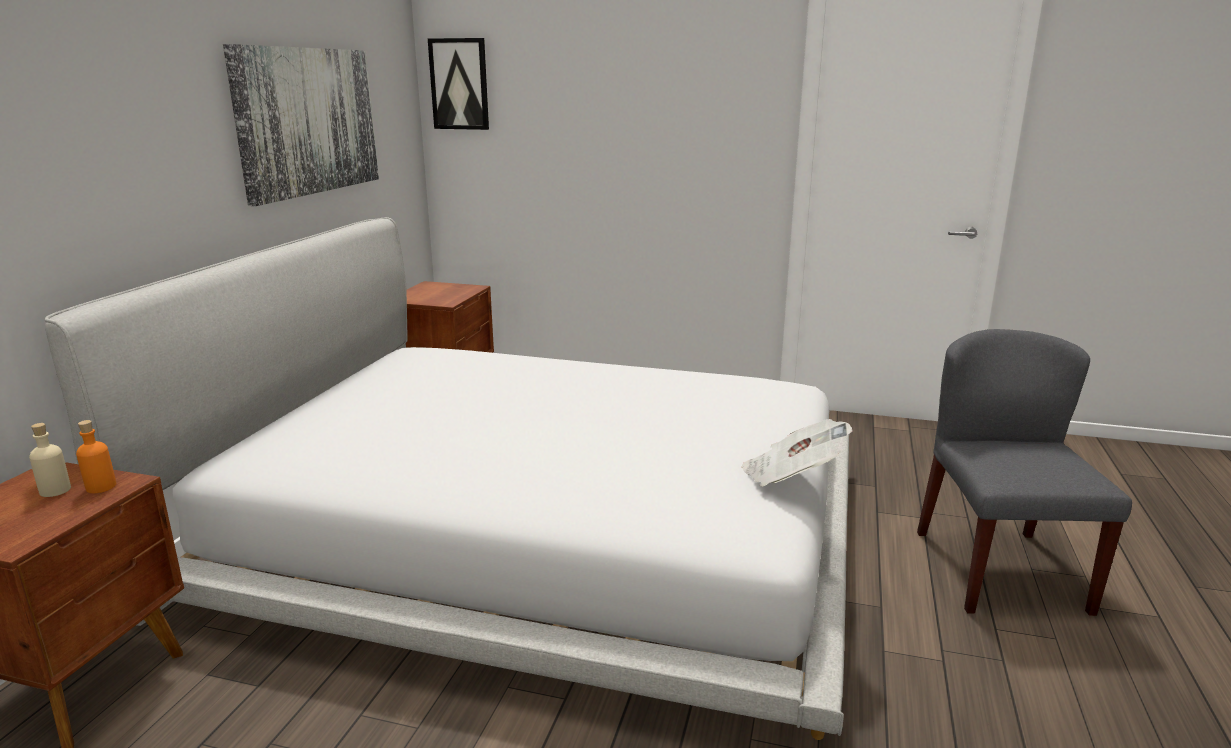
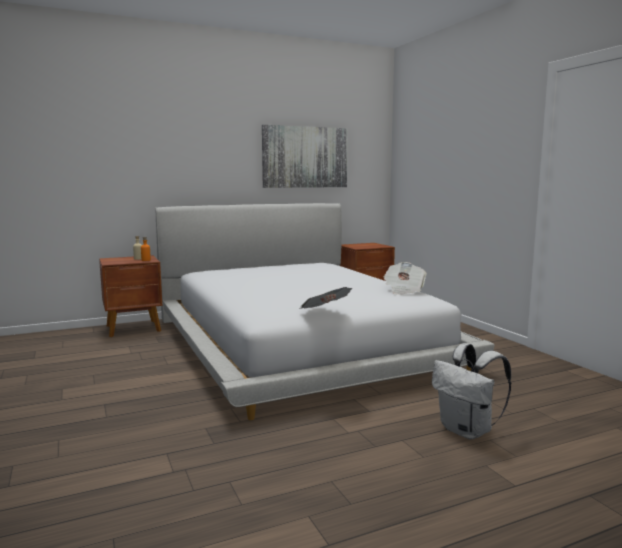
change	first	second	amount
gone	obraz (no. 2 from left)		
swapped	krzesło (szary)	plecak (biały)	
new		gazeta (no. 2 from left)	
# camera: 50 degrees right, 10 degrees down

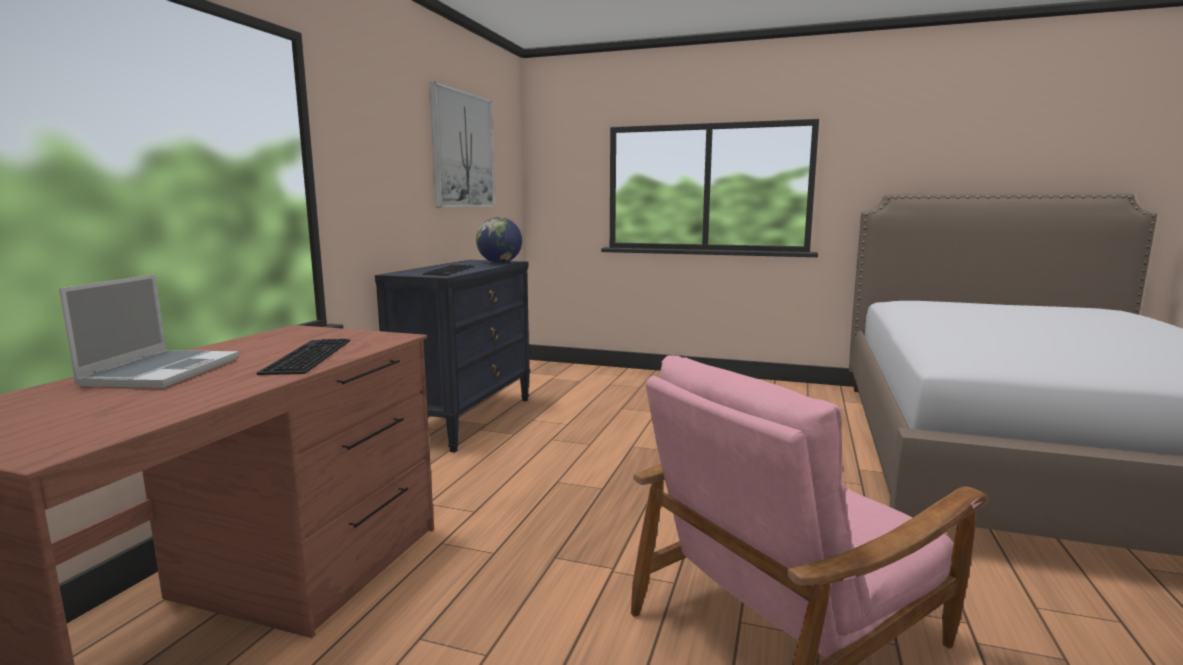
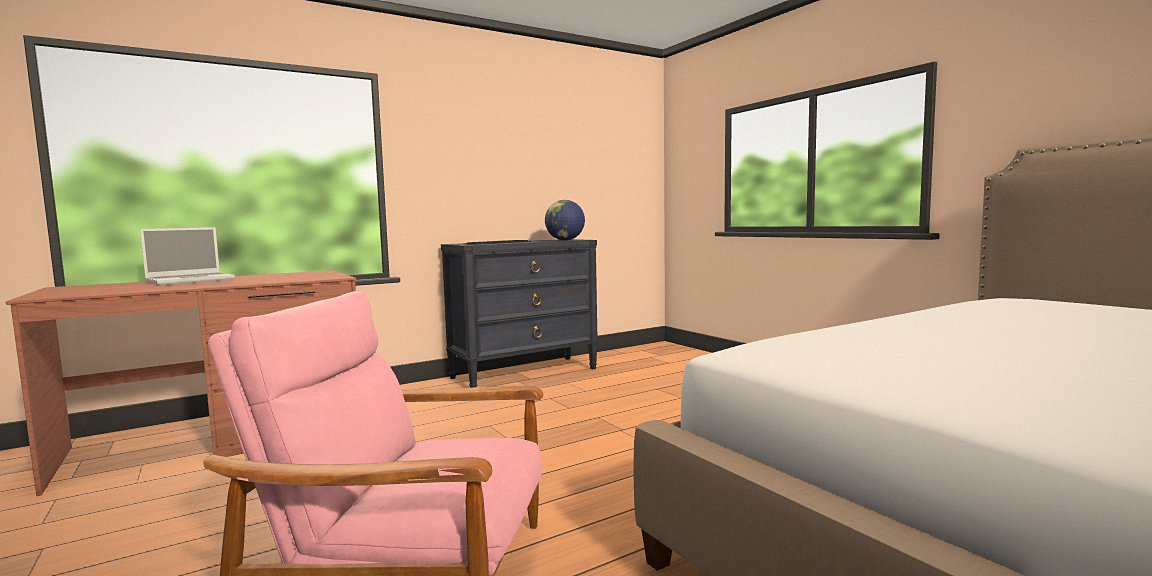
change	first	second	amount
gone	klawiatura (no. 1 from left)		
gone	obraz		
# camera: 40 degrees right, 5 degrees down

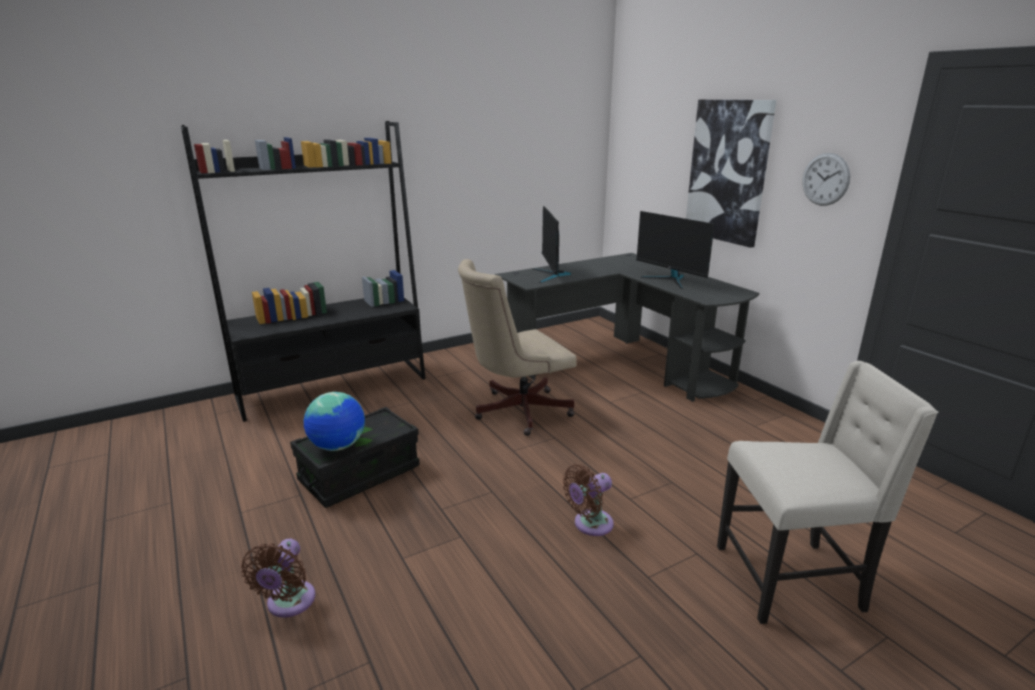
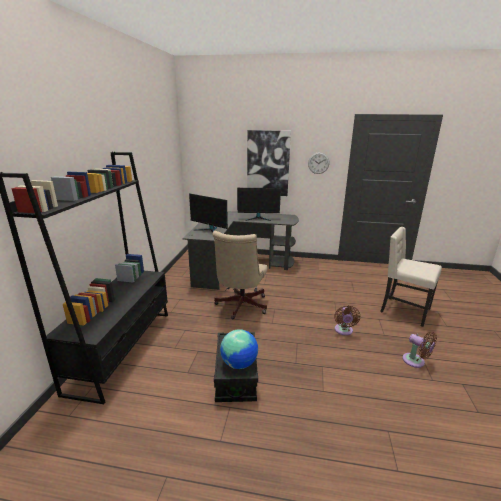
change	first	second	amount
shifted	wentylator (brązowy) (no. 1 from left in the first image)	wentylator (brązowy) (no. 2 from left)	
rotated	krzesło (beżowy)		90 degrees counterclockwise
# camera: 50 degrees left, 0 degrees up

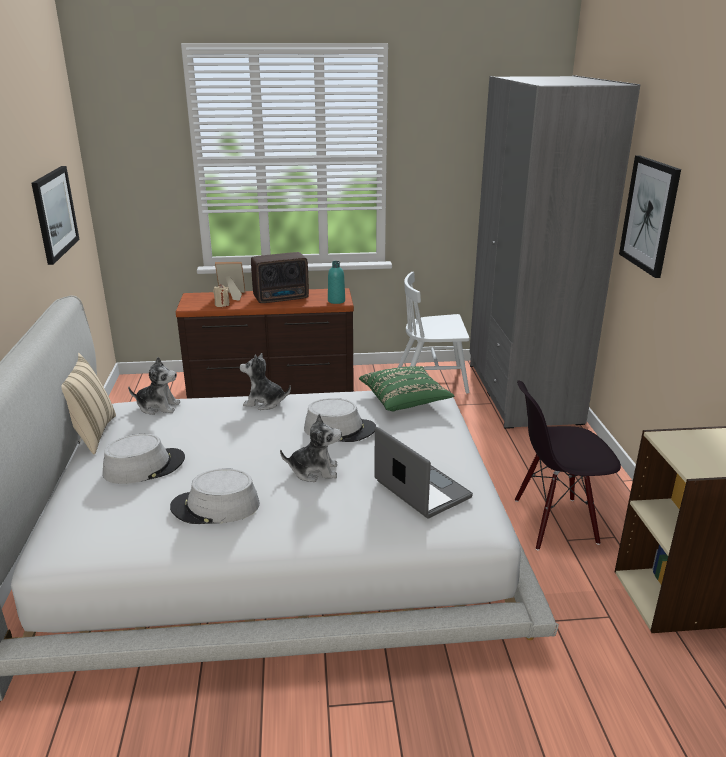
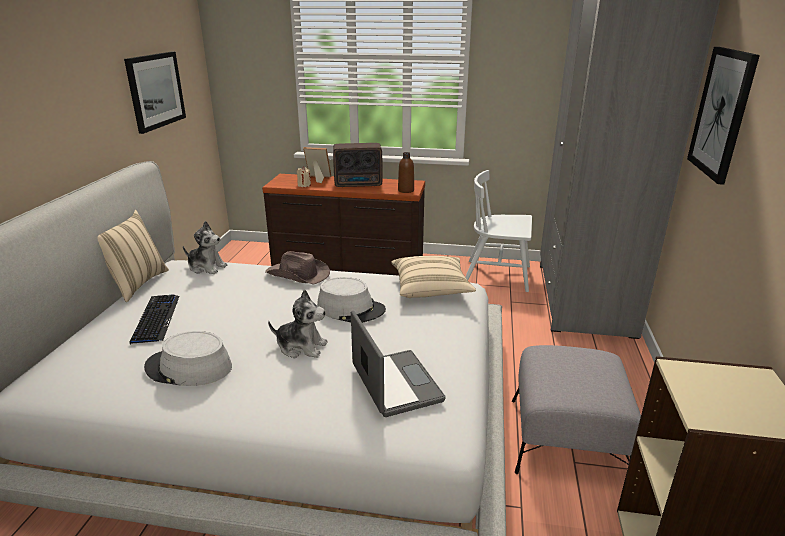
change	first	second	amount
swapped	kapelusz (szary) (no. 1 from left)	klawiatura	
swapped	pluszak (no. 2 from left)	kapelusz (brązowy)	
repainted	butelka (turkusowy)	butelka (brązowy)	
repainted	poduszka (zielony)	poduszka (beżowy) (no. 2 from left)	
swapped	krzesło (czarny)	pufa (szary)	
# camera: 15 degrees right, 0 degrees up

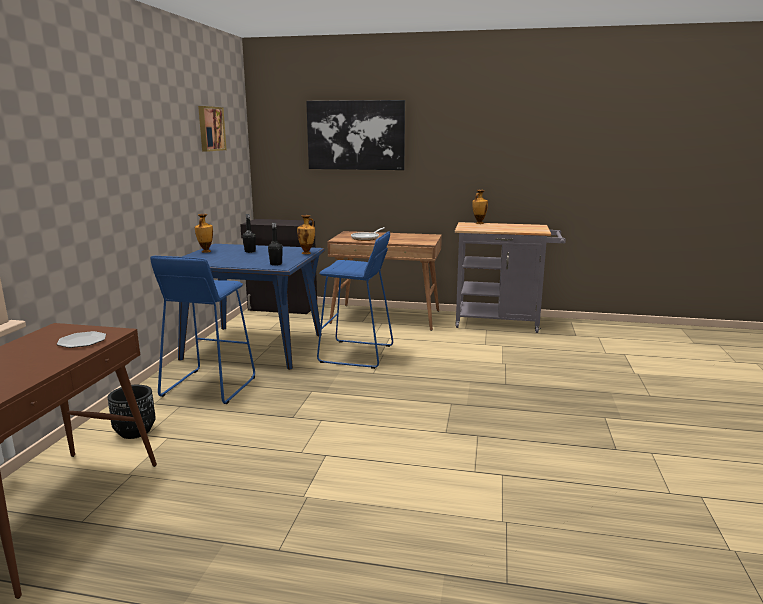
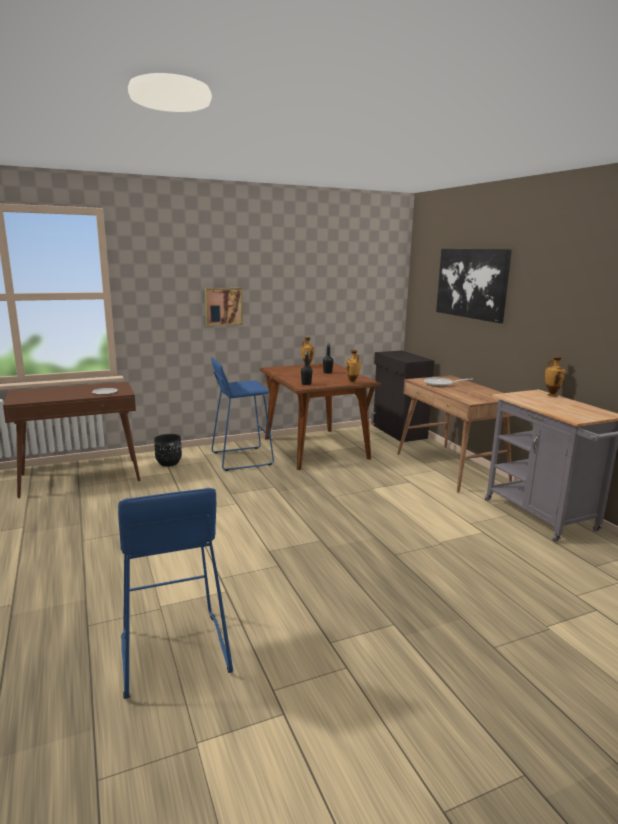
change	first	second	amount
repainted	stół jadalny (niebieski)	stół jadalny (brązowy)	
shifted	obraz (no. 1 from left)		
shifted	stołek (niebieski) (no. 2 from left in the first image)	stołek (niebieski) (no. 1 from left)	
# camera: 55 degrees right, 0 degrees up

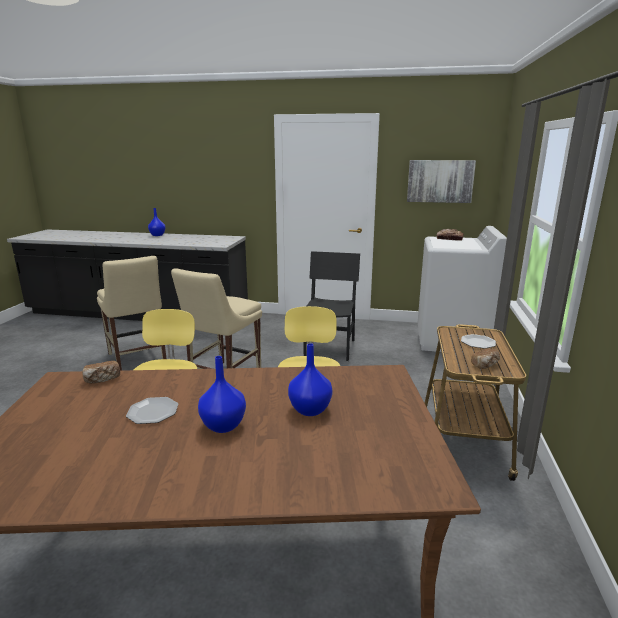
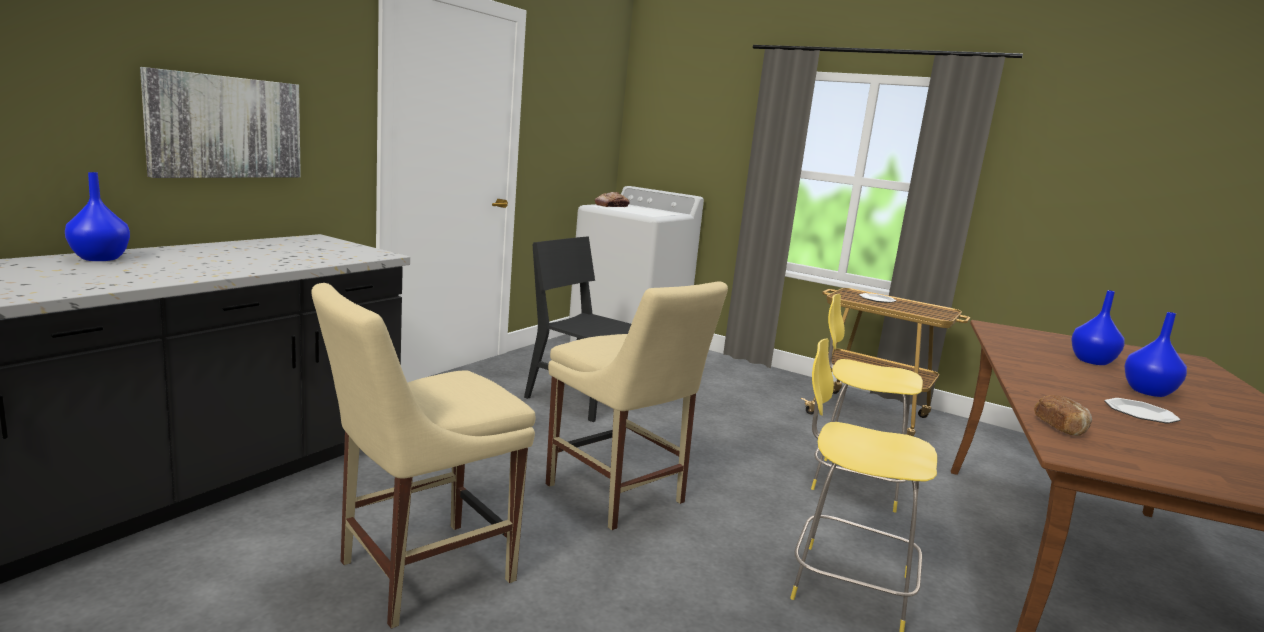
change	first	second	amount
rotated	krzesło (beżowy) (no. 1 from left)		150 degrees clockwise
shifted	obraz		
gone	chleb (no. 3 from left)		
# camera: 70 degrees left, 5 degrees down

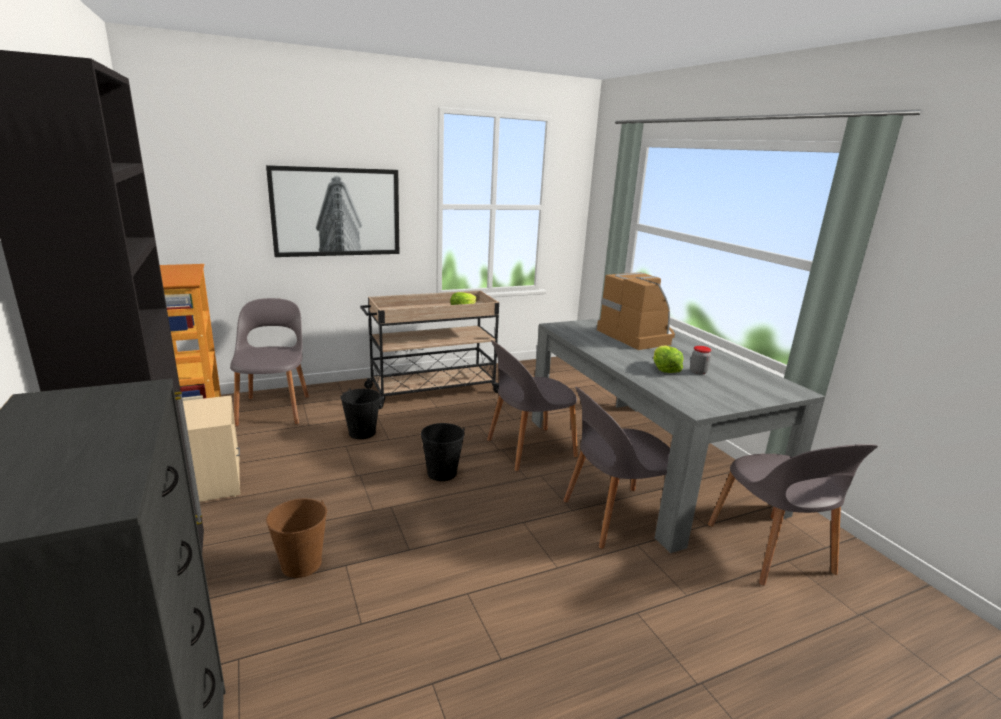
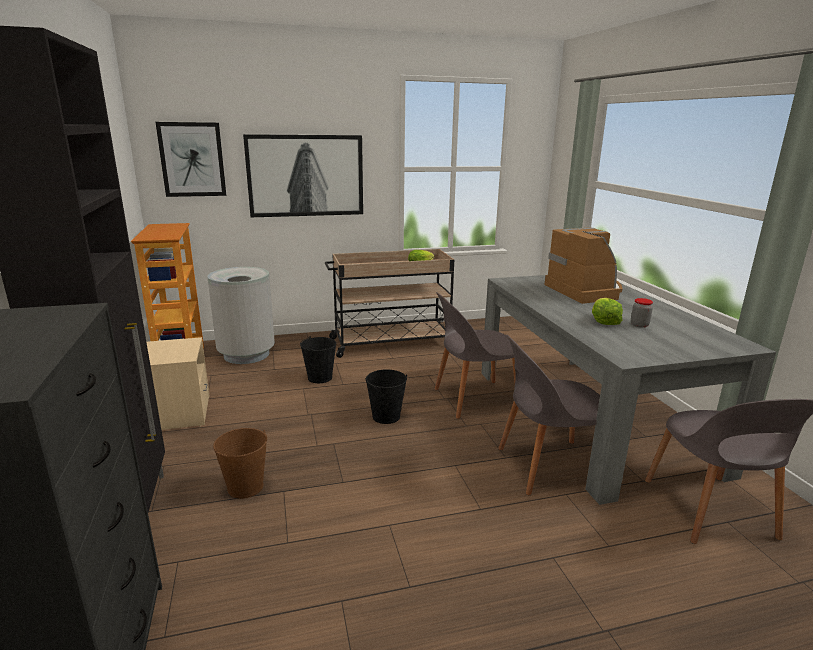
change	first	second	amount
swapped	krzesło (szary) (no. 1 from left)	kosz na śmieci (szary)	
new		obraz (no. 1 from left)	
# camera: 10 degrees right, 0 degrees up

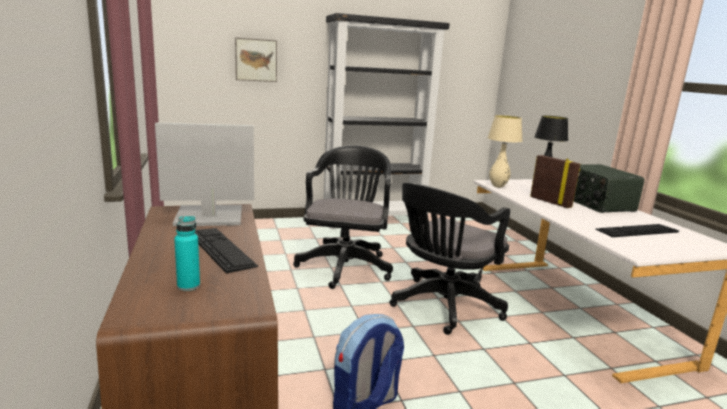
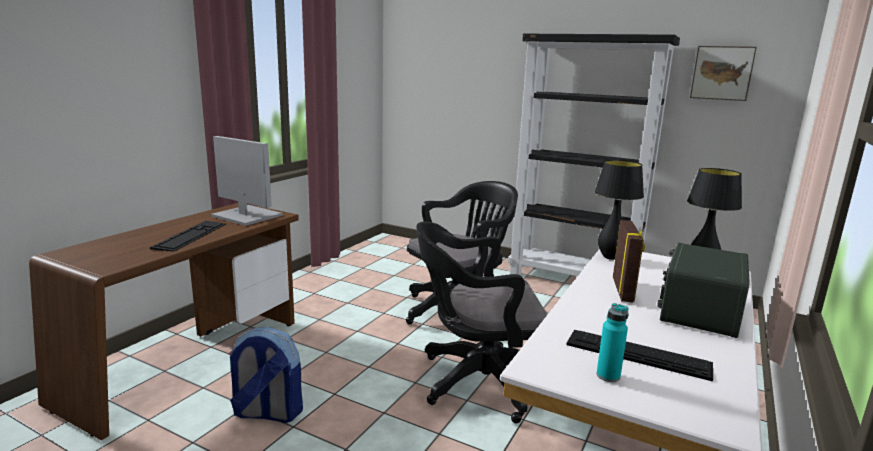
change	first	second	amount
shifted	butelka (turkusowy)		
shifted	obraz		
repainted	lampa stołowa (beżowy)	lampa stołowa (czarny) (no. 1 from left)	
# camera: 45 degrees right, 0 degrees up

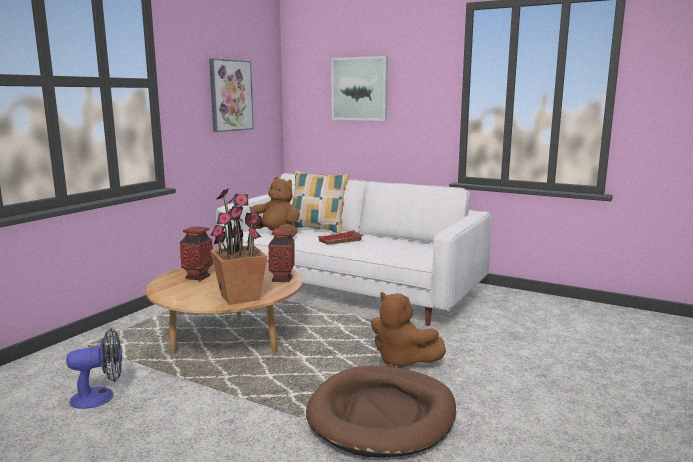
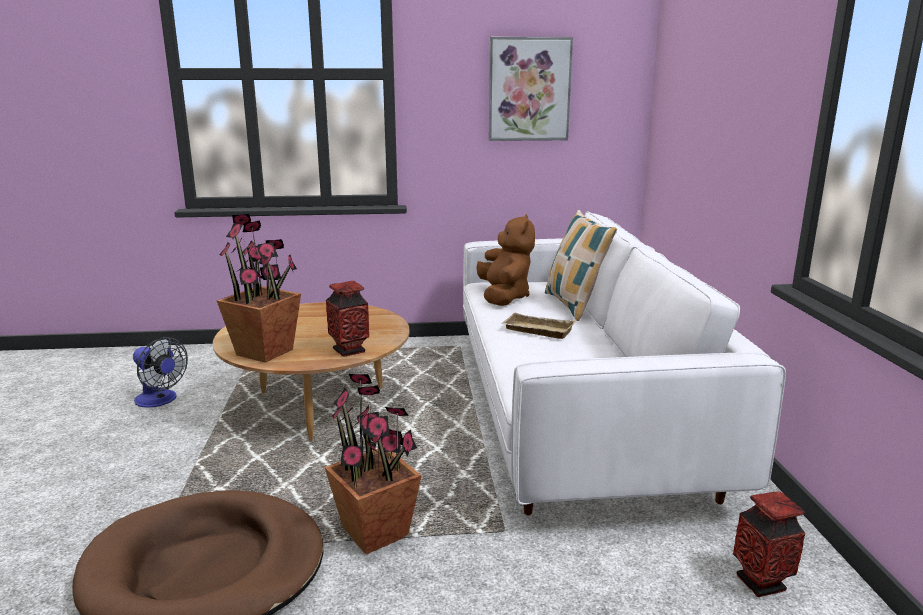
change	first	second	amount
shifted	wazon (no. 1 from left in the first image)	wazon (no. 2 from left)	
repainted	taca (czerwony)	taca (beżowy)	
gone	obraz (no. 2 from left)		
swapped	pluszak (brązowy) (no. 2 from left)	roślina doniczkowa (no. 2 from left)	
# camera: 55 degrees right, 5 degrees up

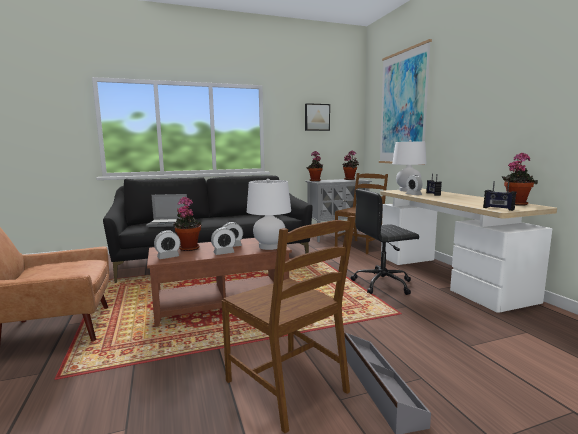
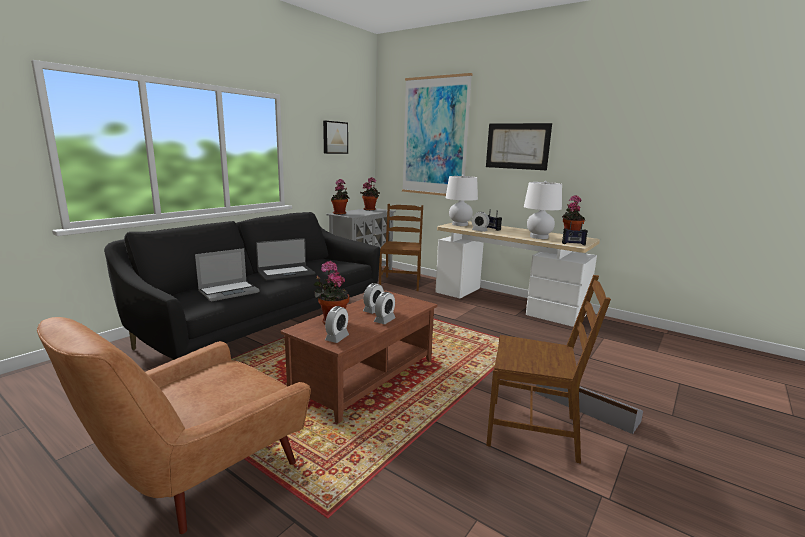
change	first	second	amount
shifted	lampa stołowa (biały) (no. 1 from left in the first image)	lampa stołowa (biały) (no. 2 from left)	
gone	krzesło biurowe (czarny)		
new		laptop (no. 2 from left)	
new		obraz (no. 3 from left)	
# camera: 35 degrees left, 5 degrees up

